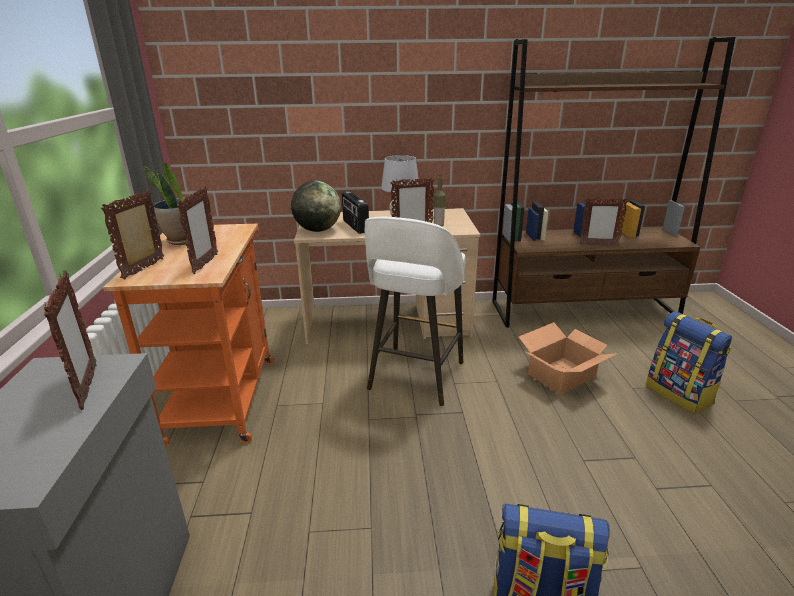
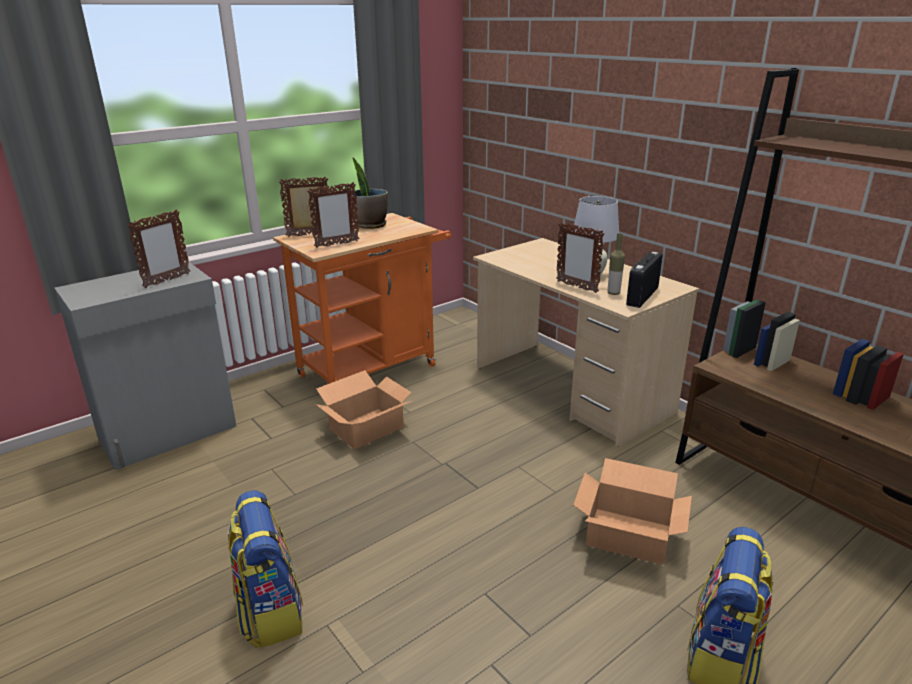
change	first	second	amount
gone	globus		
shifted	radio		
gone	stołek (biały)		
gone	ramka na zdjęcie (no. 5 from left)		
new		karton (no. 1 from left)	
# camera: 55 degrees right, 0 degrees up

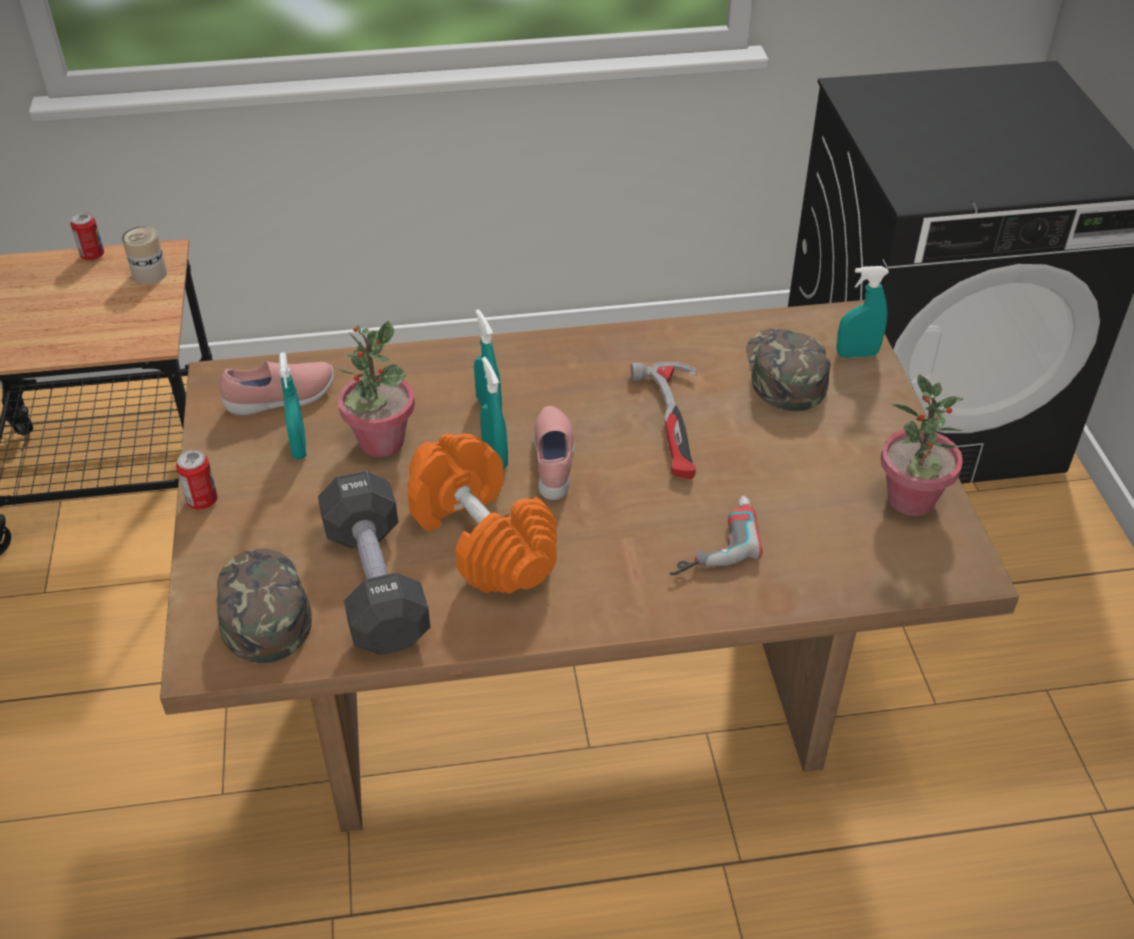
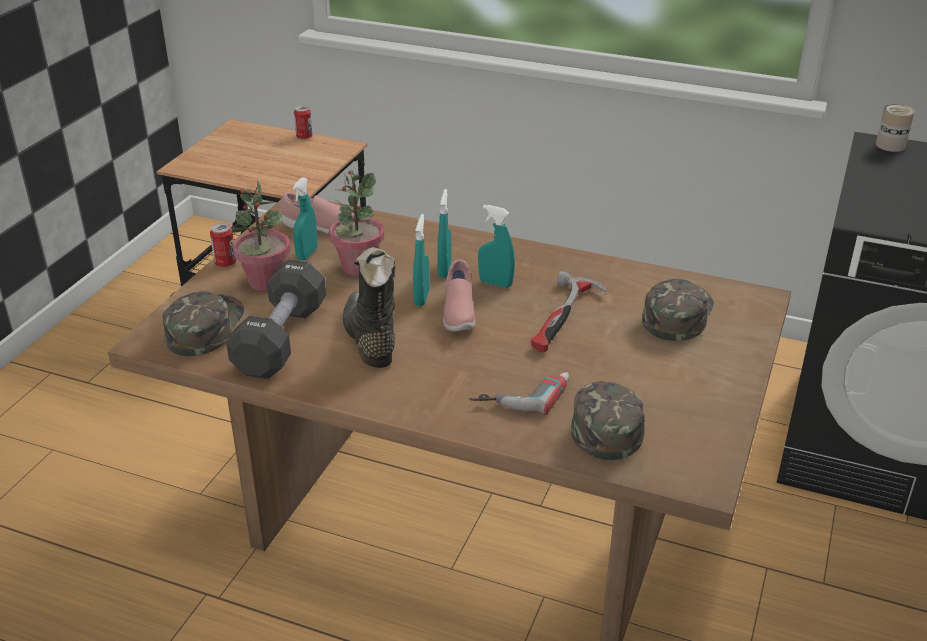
change	first	second	amount
shifted	puszka (no. 2 from left in the first image)	puszka (no. 3 from left)	
swapped	hantel (pomarańczowy)	but z cholewką (czarny)	
rotated	but (różowy) (no. 2 from left)		150 degrees clockwise
shifted	spryskiwacz (turkusowy) (no. 4 from left)		
shifted	roślina doniczkowa (no. 2 from left in the first image)	roślina doniczkowa (no. 1 from left)	
new		czapka z daszkiem (zielony) (no. 2 from left)	
# camera: 30 degrees right, 10 degrees down

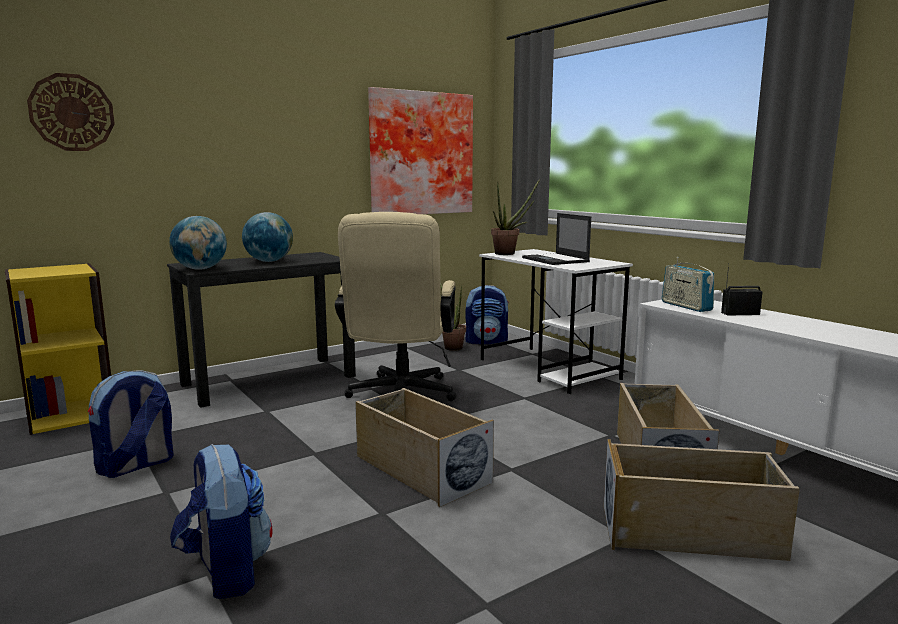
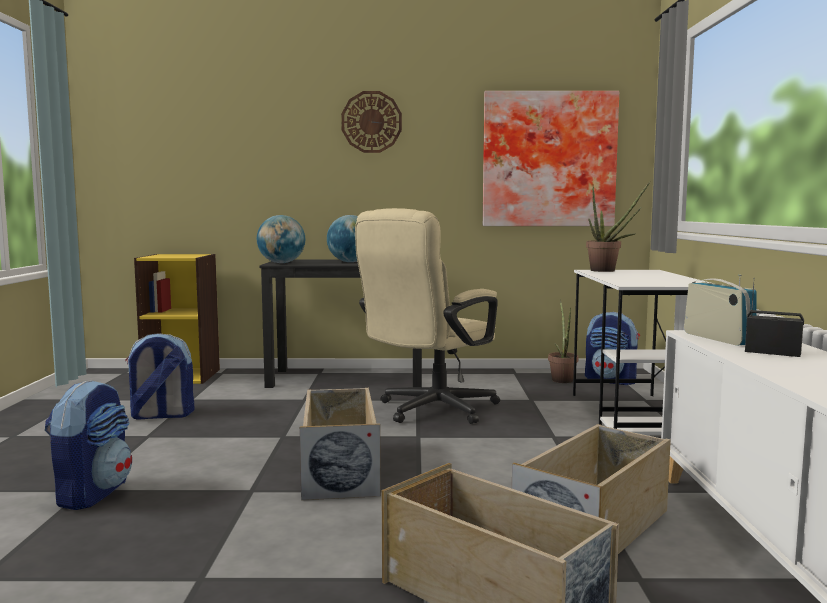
change	first	second	amount
shifted	zegar ścienny		
gone	laptop		
rotated	radio (no. 1 from left)		150 degrees clockwise
# camera: 35 degrees right, 5 degrees down

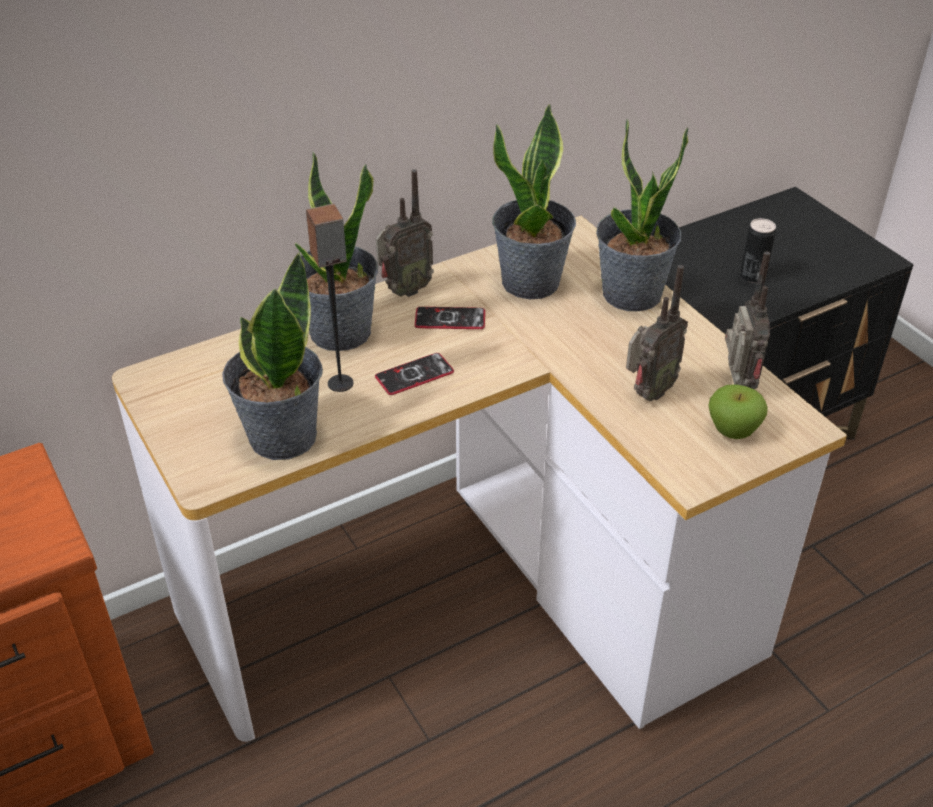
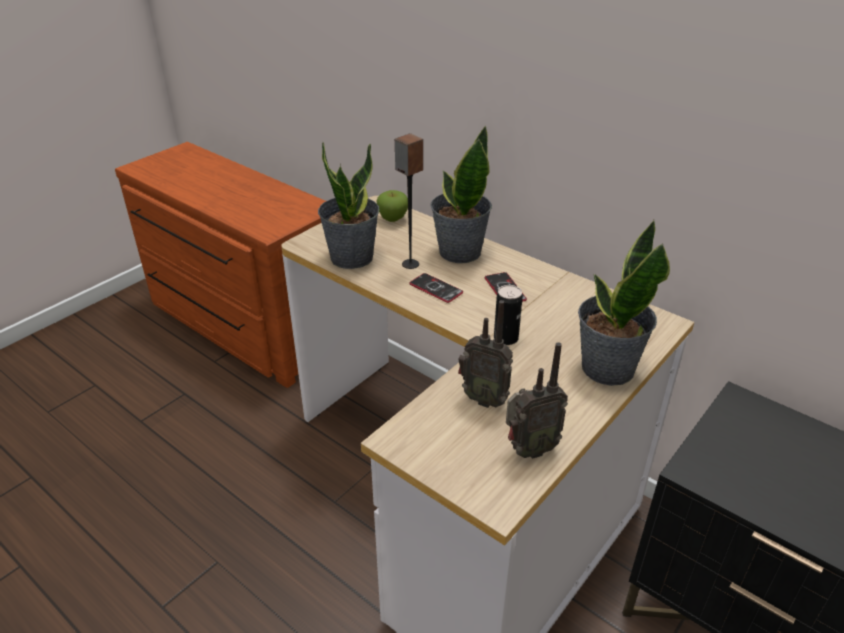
change	first	second	amount
gone	radio (no. 1 from left)		
gone	roślina doniczkowa (no. 3 from left)		
shifted	jabłko		
shifted	puszka		
# camera: 70 degrees right, 5 degrees down

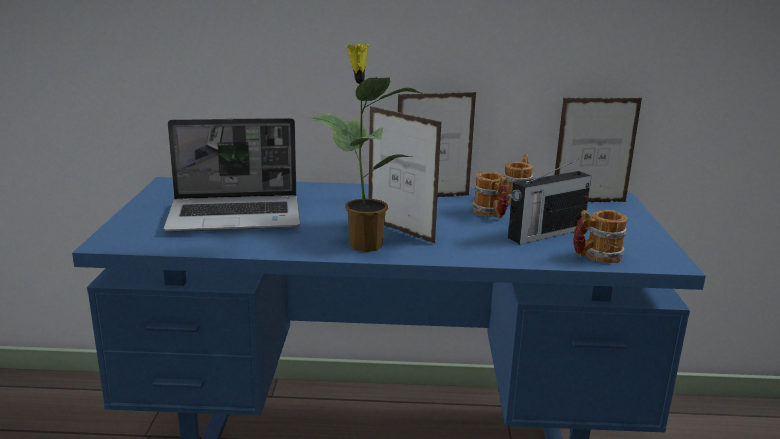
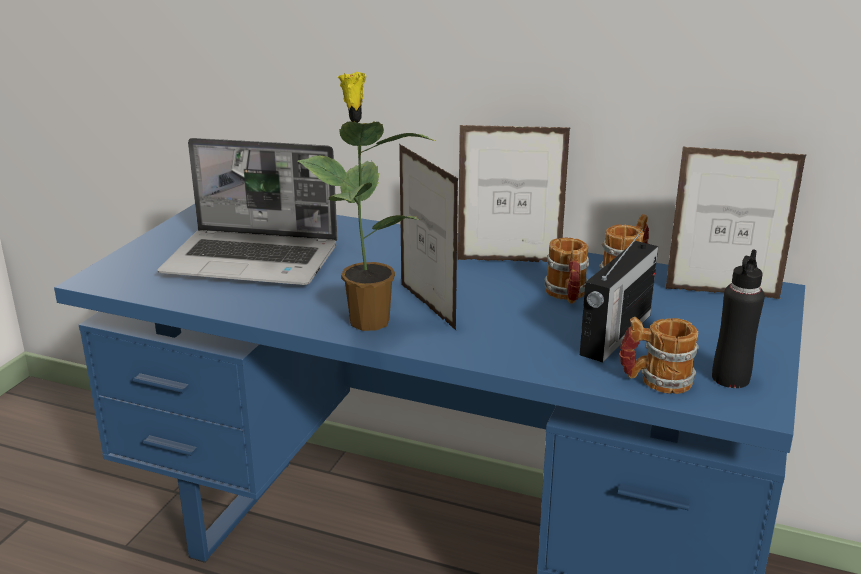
change	first	second	amount
rotated	radio		45 degrees counterclockwise
new		butelka (czarny)	
# camera: 20 degrees right, 5 degrees up

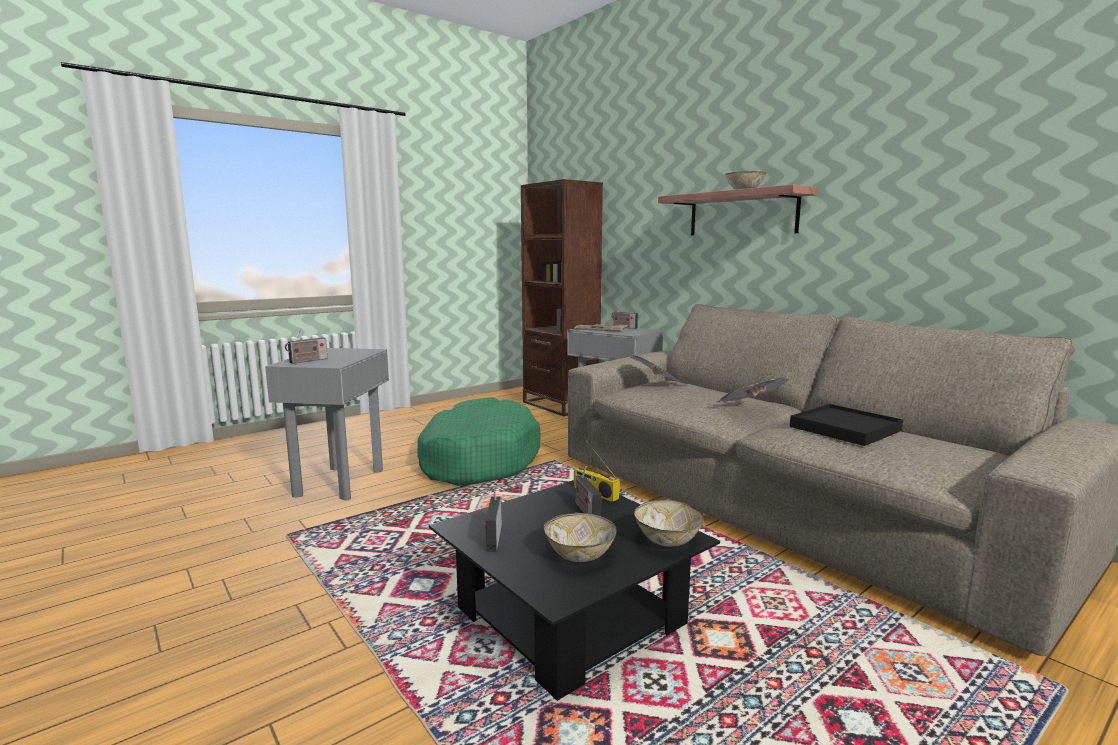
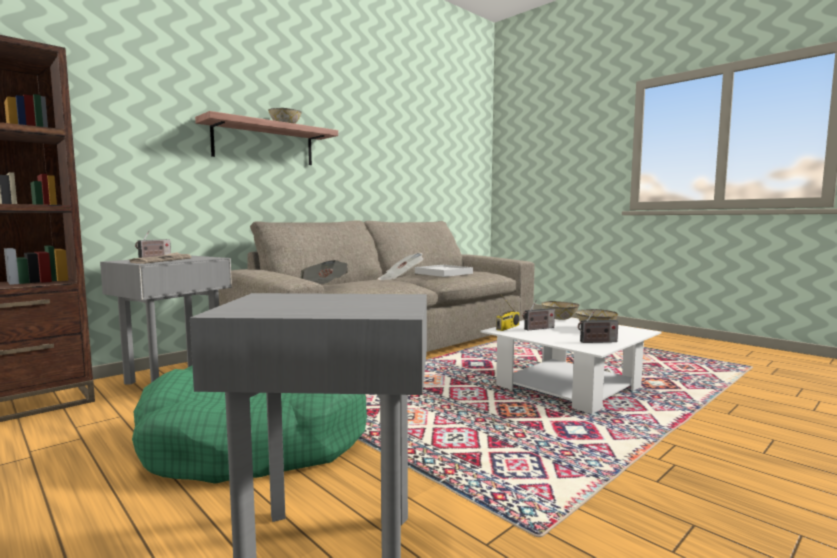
change	first	second	amount
gone	radio (no. 1 from left)		
repainted	ława (czarny)	ława (biały)	
repainted	taca (czarny)	taca (biały)	
# camera: 95 degrees left, 5 degrees down

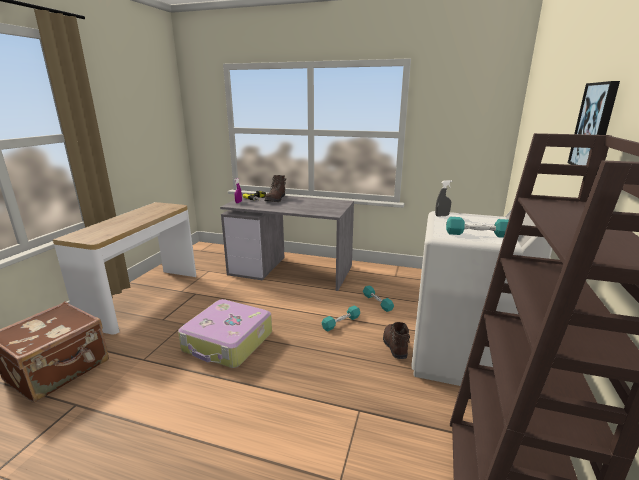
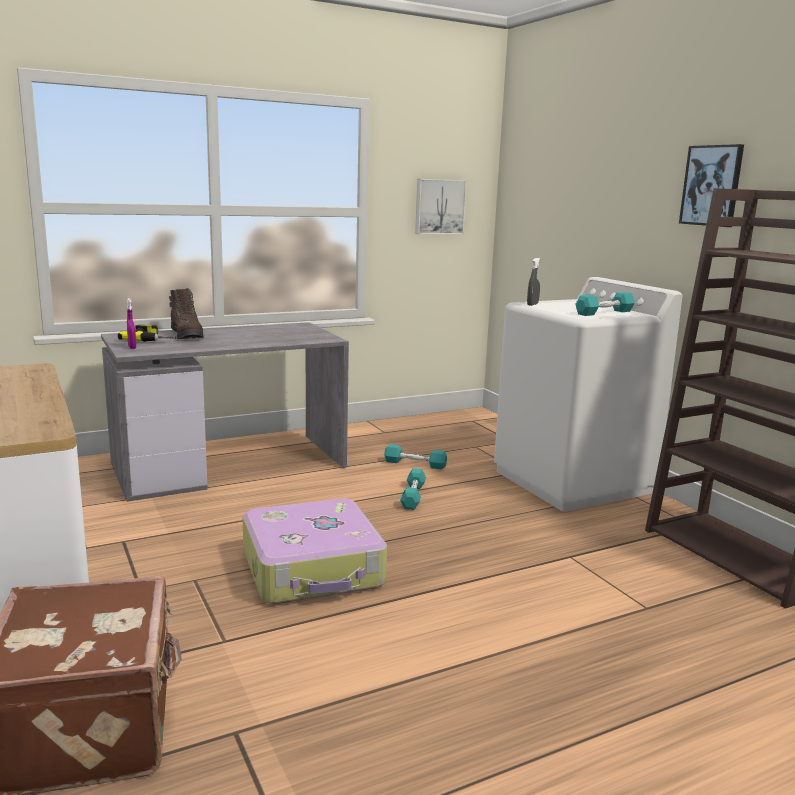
change	first	second	amount
gone	but z cholewką (brązowy) (no. 2 from left)		
new		obraz (no. 1 from left)	
# camera: 45 degrees left, 5 degrees down

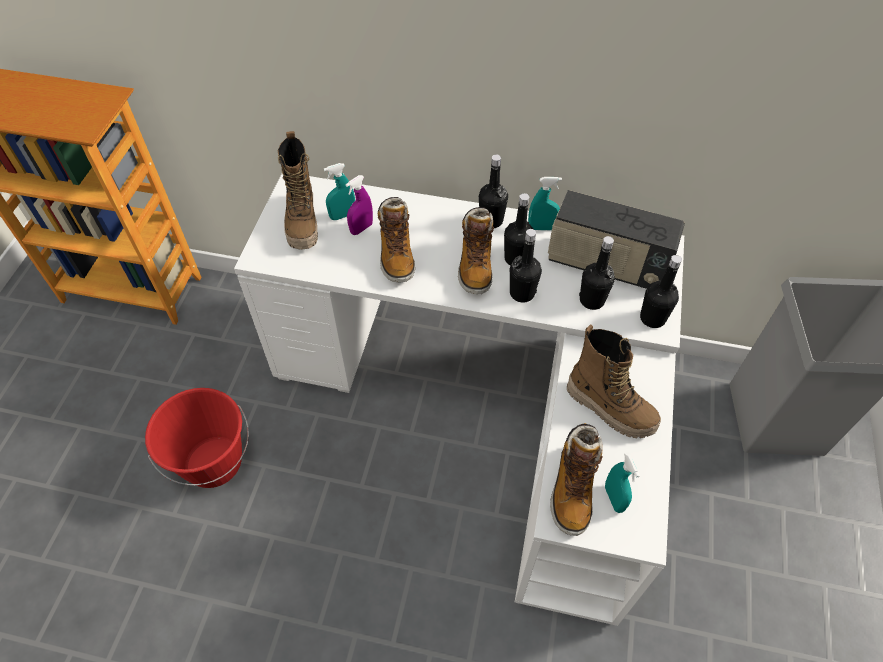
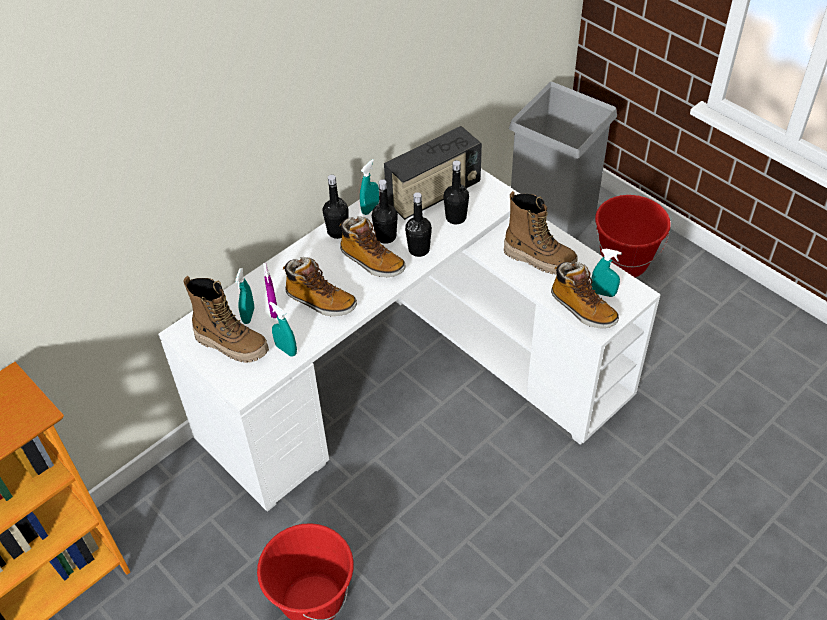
change	first	second	amount
rotated	but z cholewką (no. 5 from left in the first image)	but z cholewką (no. 4 from left)	45 degrees clockwise
gone	butelka (czarny) (no. 5 from left)		
new		spryskiwacz (turkusowy) (no. 2 from left)	
new		wiadro (czerwony) (no. 2 from left)	
# camera: 55 degrees left, 5 degrees down

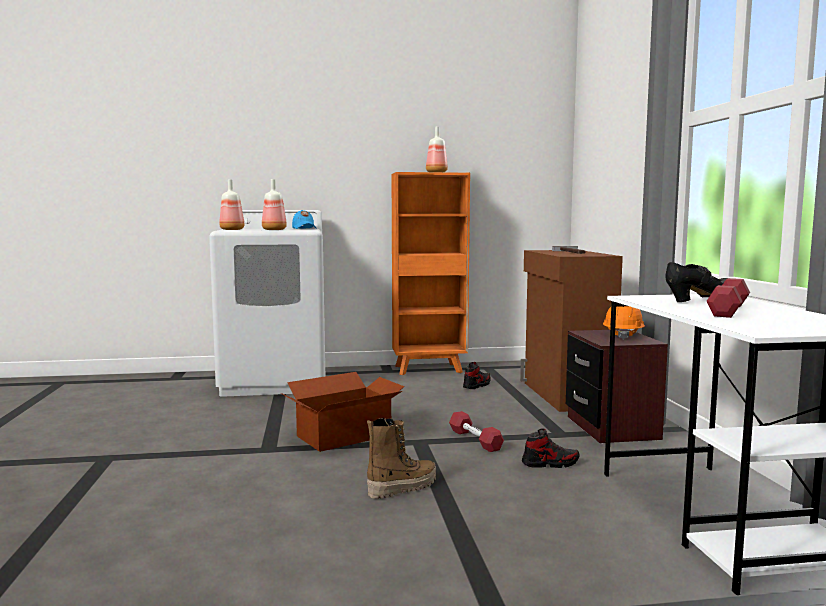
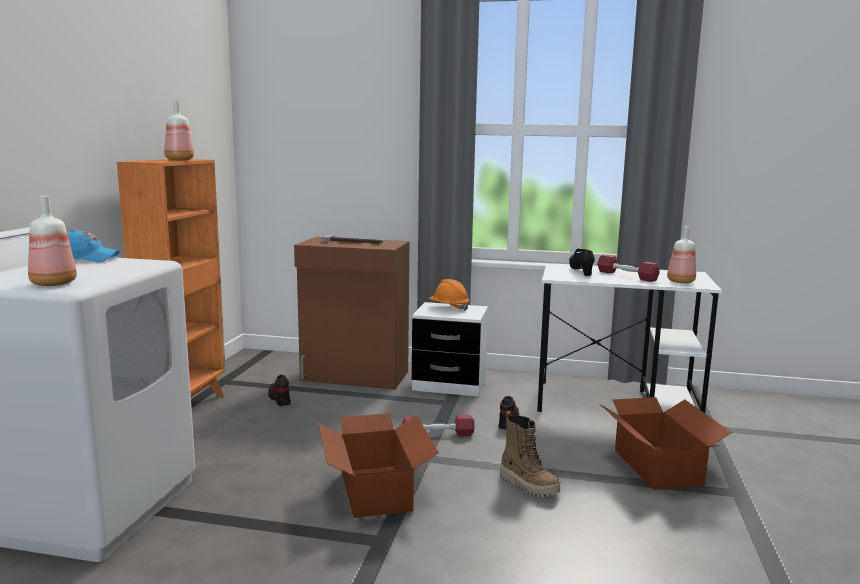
change	first	second	amount
shifted	butelka (no. 2 from left in the first image)	butelka (no. 3 from left)	
rotated	but z cholewką		150 degrees clockwise
repainted	szafka nocna (brązowy)	szafka nocna (biały)	
new		karton (no. 2 from left)	
# camera: 70 degrees left, 5 degrees up

